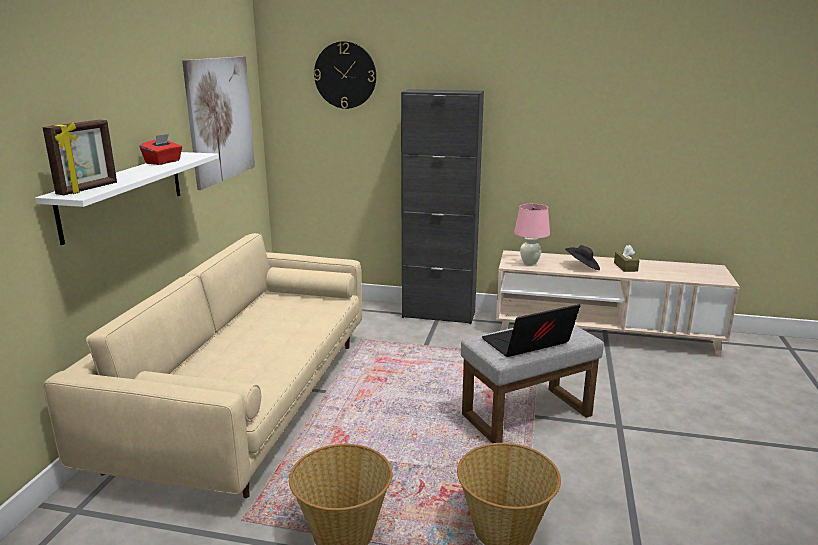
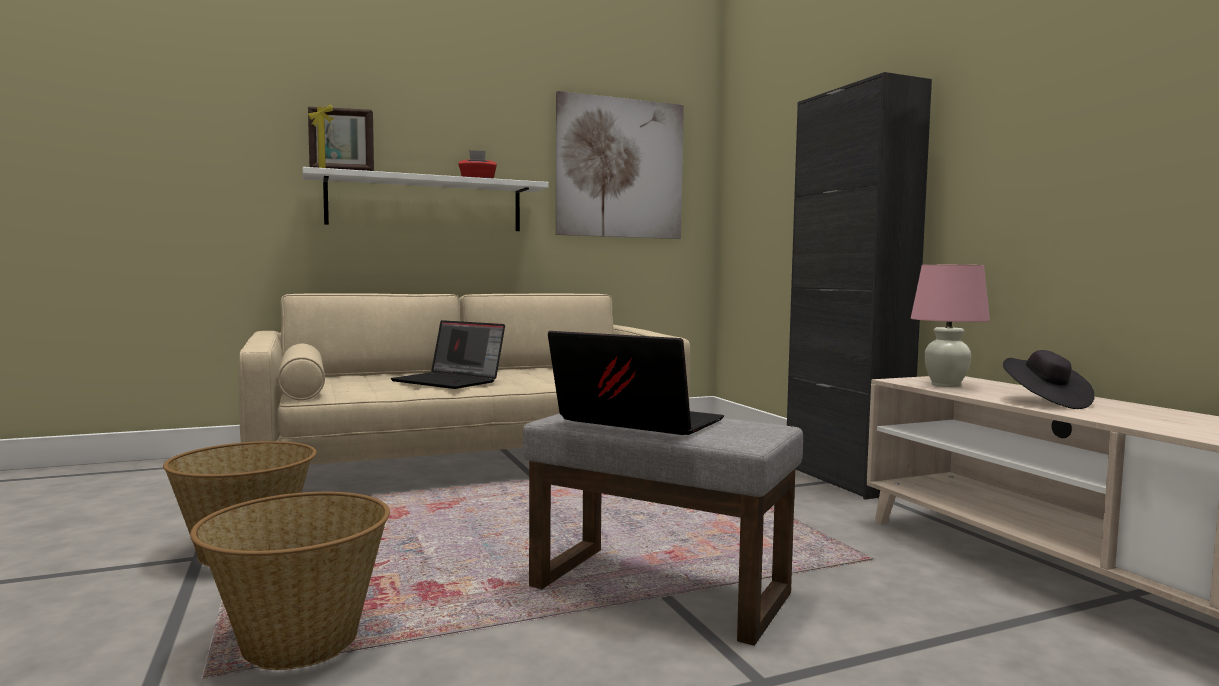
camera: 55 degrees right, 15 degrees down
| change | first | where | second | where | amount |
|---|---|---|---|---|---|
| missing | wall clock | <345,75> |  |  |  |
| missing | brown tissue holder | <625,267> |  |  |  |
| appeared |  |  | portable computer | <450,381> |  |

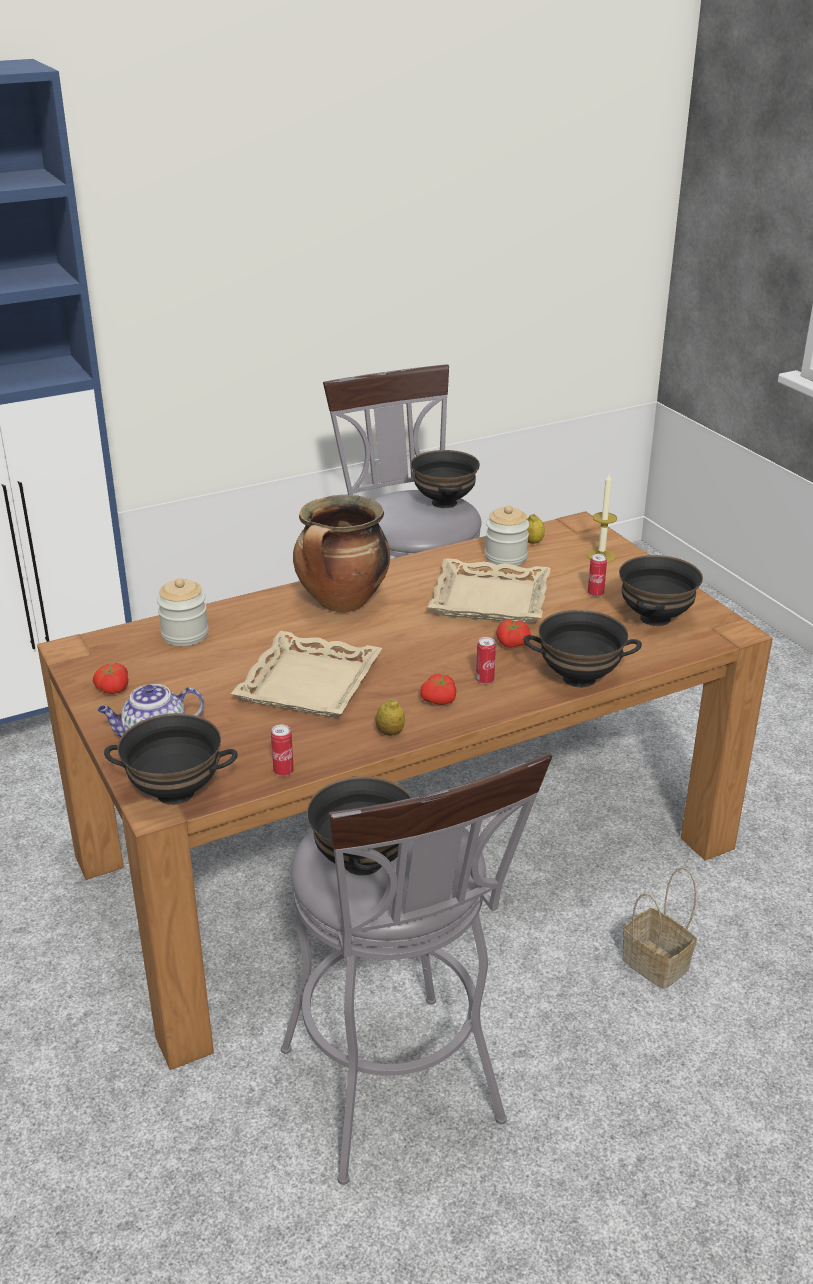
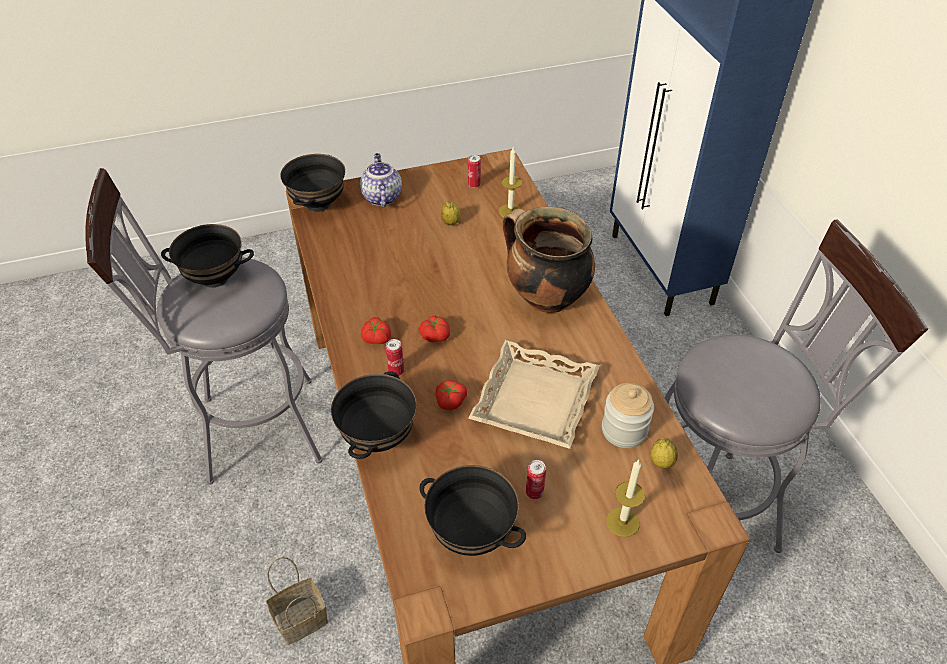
camera: 100 degrees right, 15 degrees up
| change | first | where | second | where | amount |
|---|---|---|---|---|---|
| relocated | tomato | <112,689> |  | <435,335> |  |
| exchanged | preserve jar | <185,635> | candle | <510,211> |  |
| missing | beige-coloured tray | <310,684> |  |  |  |
| relocated | sealed can | <283,771> |  | <474,185> |  |
| relocated | citrus fruit | <390,732> |  | <450,222> |  |
| missing | black-coloured bowl | <445,503> |  |  |  |

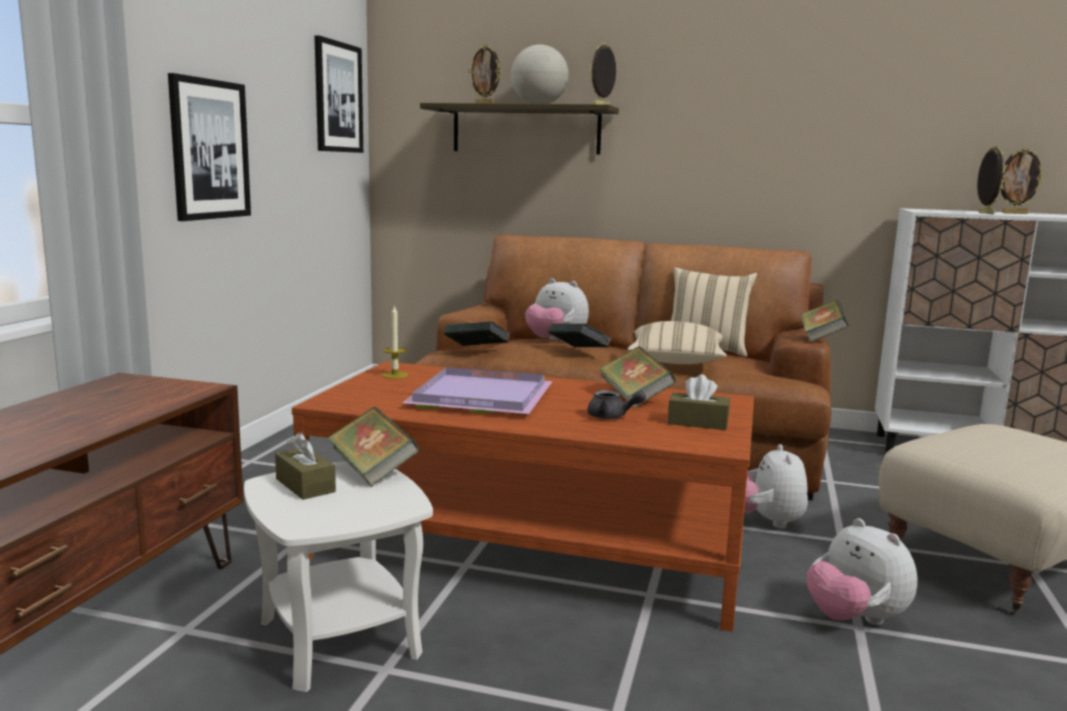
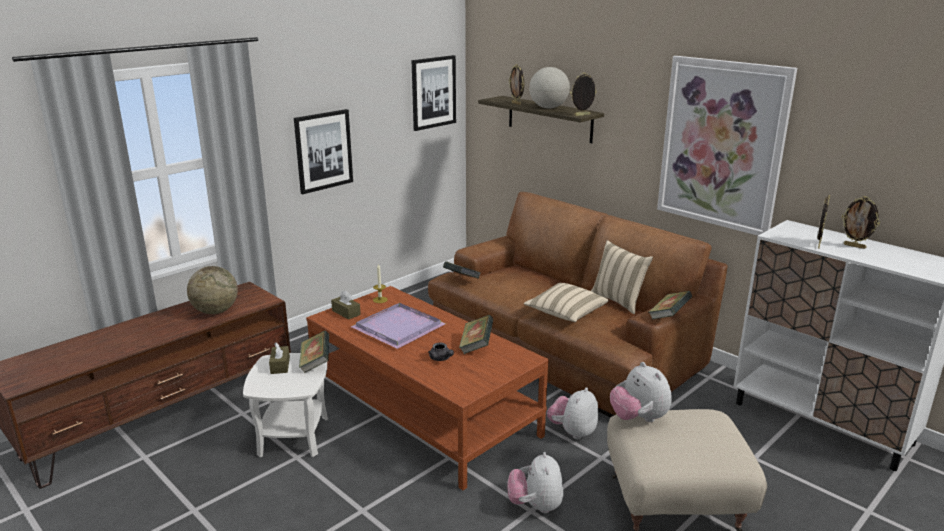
camera: 30 degrees right, 10 degrees up
| change | first | where | second | where | amount |
|---|---|---|---|---|---|
| relocated | plush toy | <555,341> |  | <638,418> |  |
| missing | volume | <578,353> |  |  |  |
| relocated | brown tissue holder | <698,422> |  | <346,312> |  |
| appeared |  |  | world globe | <215,311> |  |
| appeared |  |  | picture | <722,144> |  |

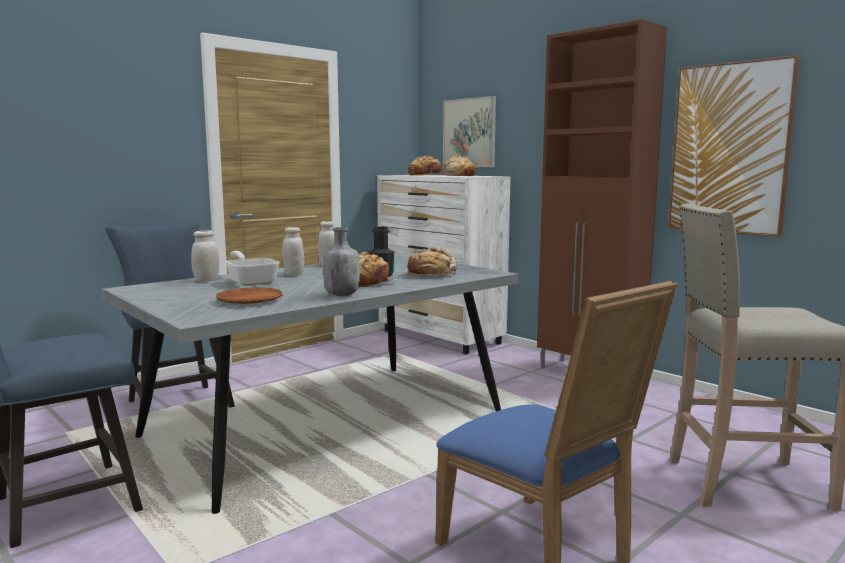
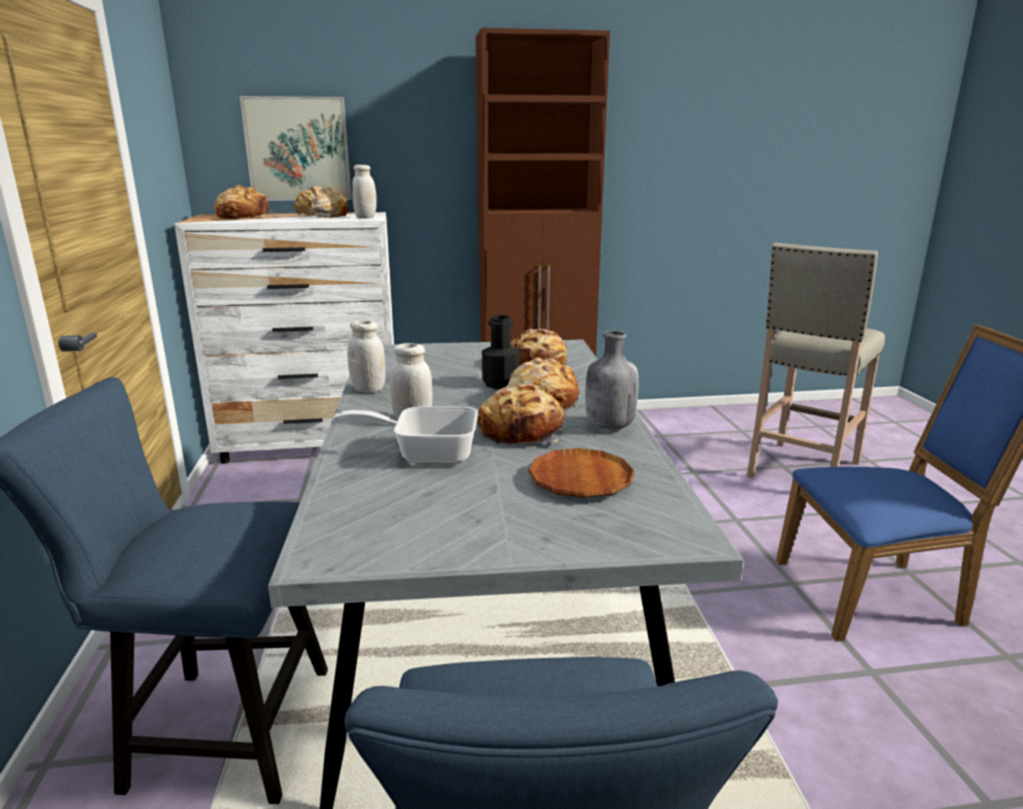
camera: 55 degrees left, 10 degrees up
| change | first | where | second | where | amount |
|---|---|---|---|---|---|
| relocated | white preserve jar | <206,280> |  | <365,217> |  |
| missing | picture | <730,149> |  |  |  |
| appeared |  |  | bread | <522,431> |  |

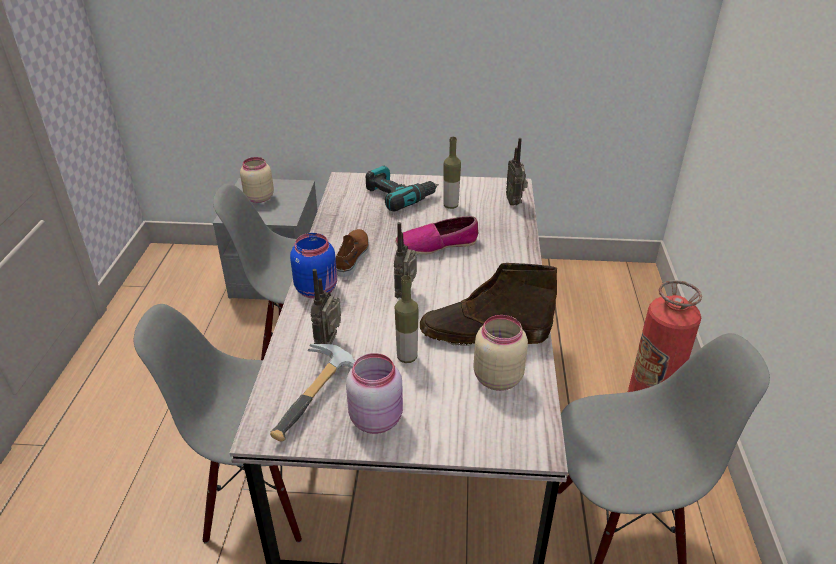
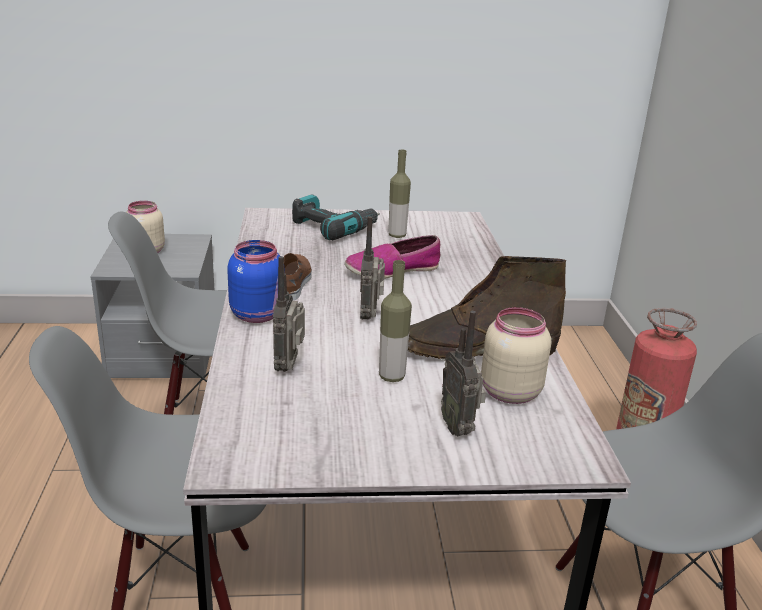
camera: 10 degrees left, 10 degrees down
| change | first | where | second | where | amount |
|---|---|---|---|---|---|
| missing | tool hammer | <320,399> |  |  |  |
| missing | pink-coloured preserve jar | <377,418> |  |  |  |
| relocated | radio receiver | <514,202> |  | <459,428> |  |

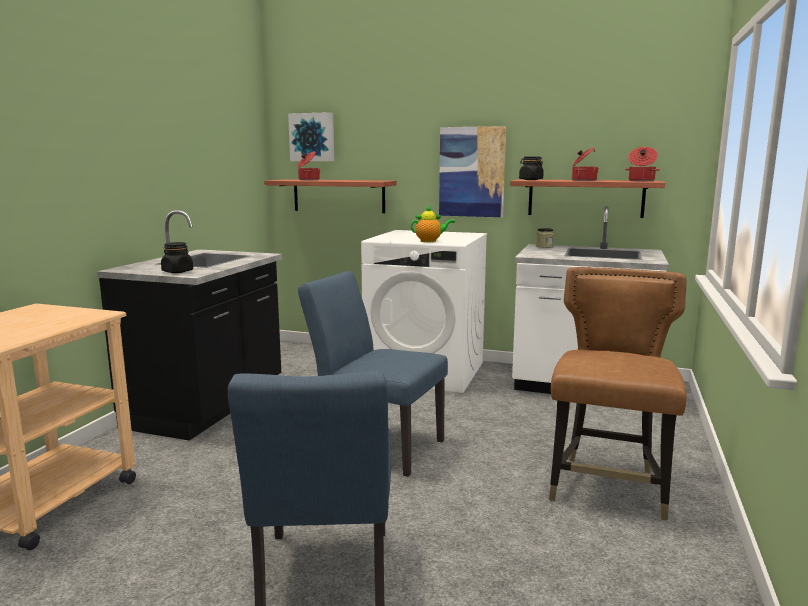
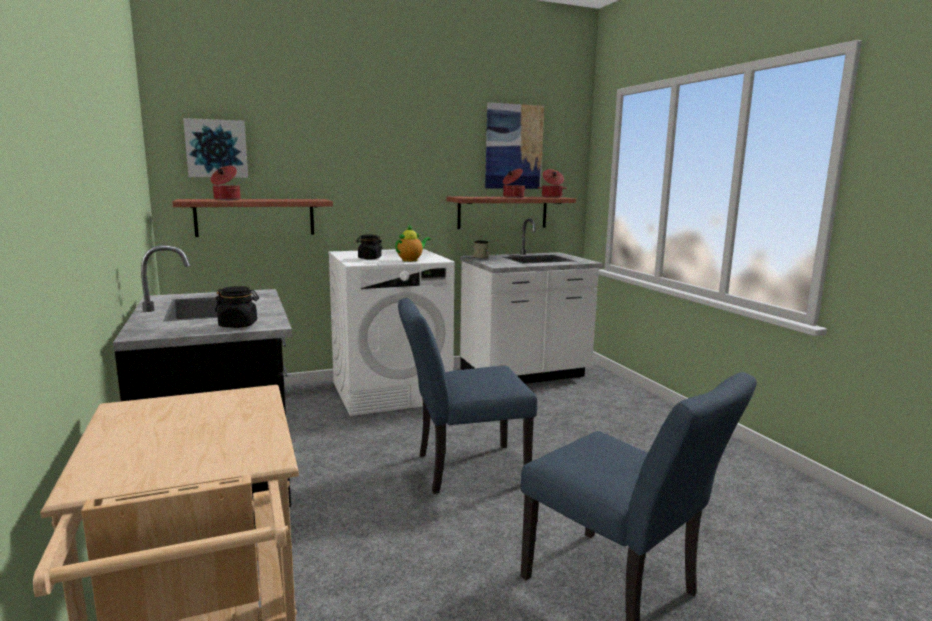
camera: 40 degrees left, 0 degrees up
| change | first | where | second | where | amount |
|---|---|---|---|---|---|
| relocated | picture | <472,172> |  | <514,147> |  |
| relocated | black-coloured preserve jar | <530,180> |  | <369,258> |  |
| missing | brown upright chair | <608,487> |  |  |  |

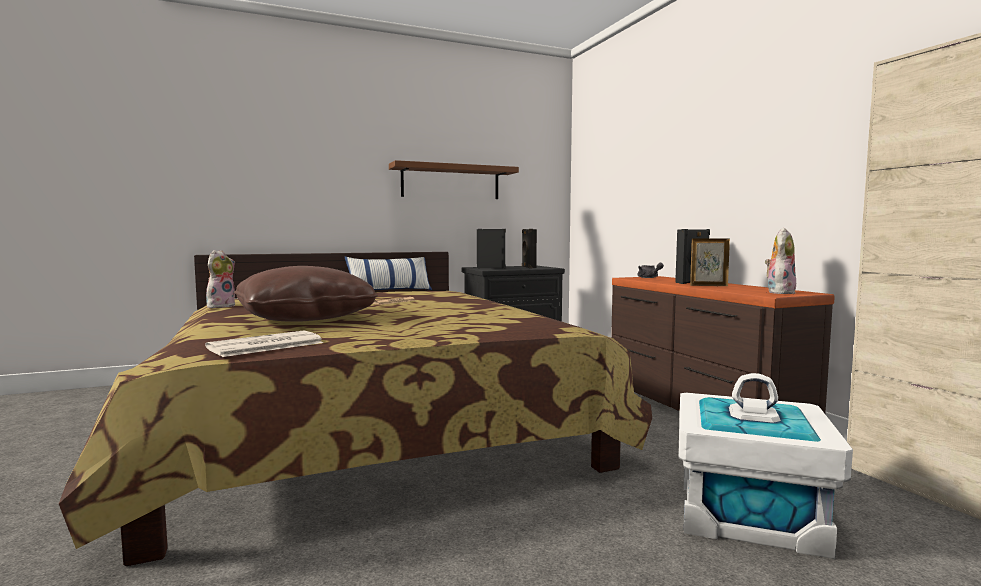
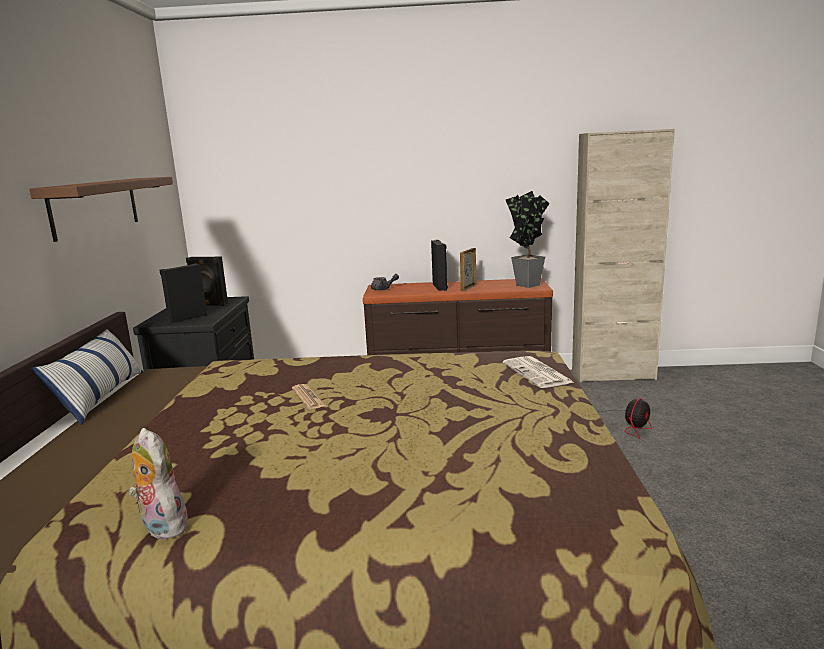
camera: 65 degrees left, 10 degrees up
| change | first | where | second | where | amount |
|---|---|---|---|---|---|
| relocated | newspaper | <264,345> |  | <538,373> |  |
| missing | brown throw pillow | <305,318> |  |  |  |
| exchanged | white storage container | <748,513> | cooling fan | <630,425> |  |
| exchanged | plush toy | <779,292> | potted plant | <526,284> |  |

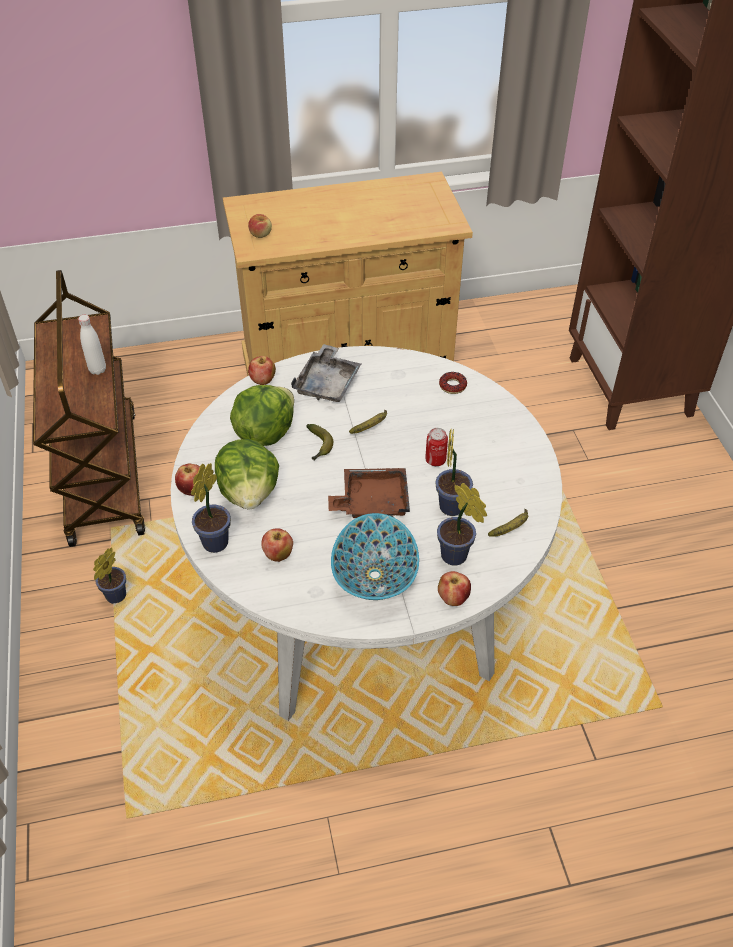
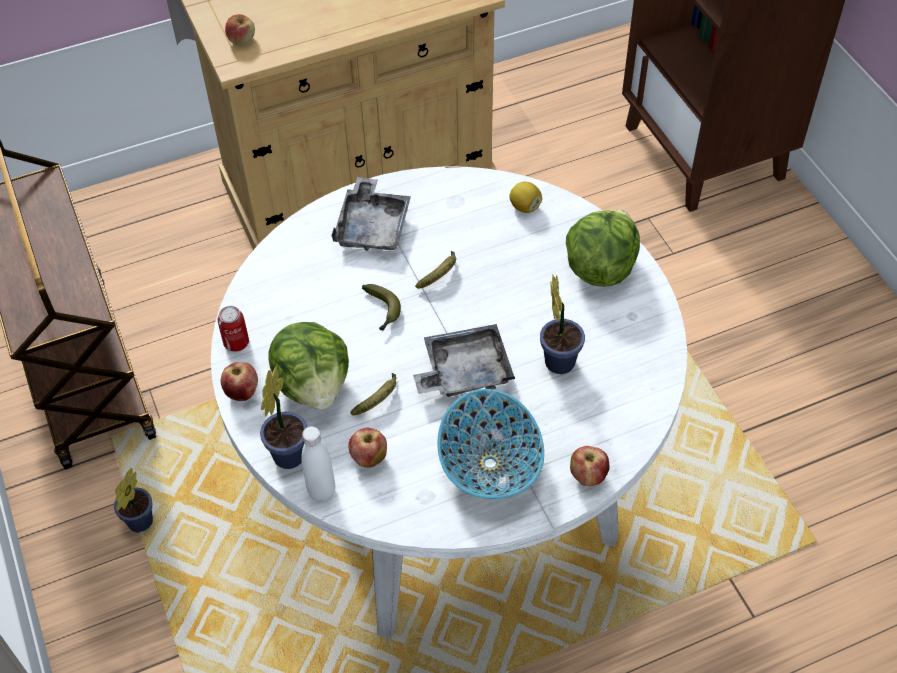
camera: 10 degrees left, 5 degrees up
| change | first | where | second | where | amount |
|---|---|---|---|---|---|
| relocated | white drink bottle | <97,370> |  | <321,491> |  |
| relocated | lettuce | <264,433> |  | <600,268> |  |
| missing | apple | <263,381> |  |  |  |
| colour | brown tray | <372,501> | grey tray | <464,371> |  |
| relocated | sealed can | <435,460> |  | <236,343> |  |
| missing | potted plant | <456,557> |  |  |  |
| exchanged | donut | <452,386> | citrus fruit | <525,207> |  |
| relocated | banana | <511,528> |  | <378,400> |  |

